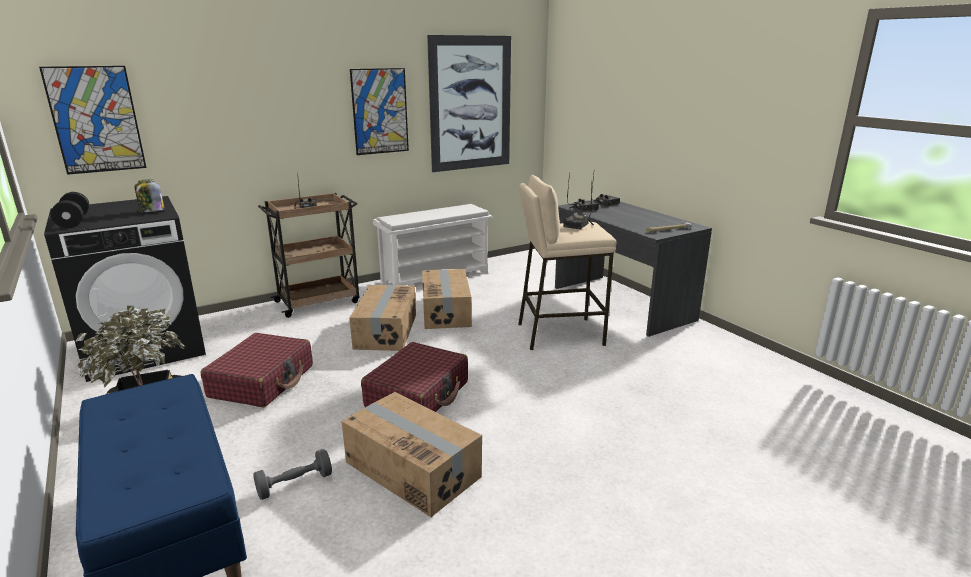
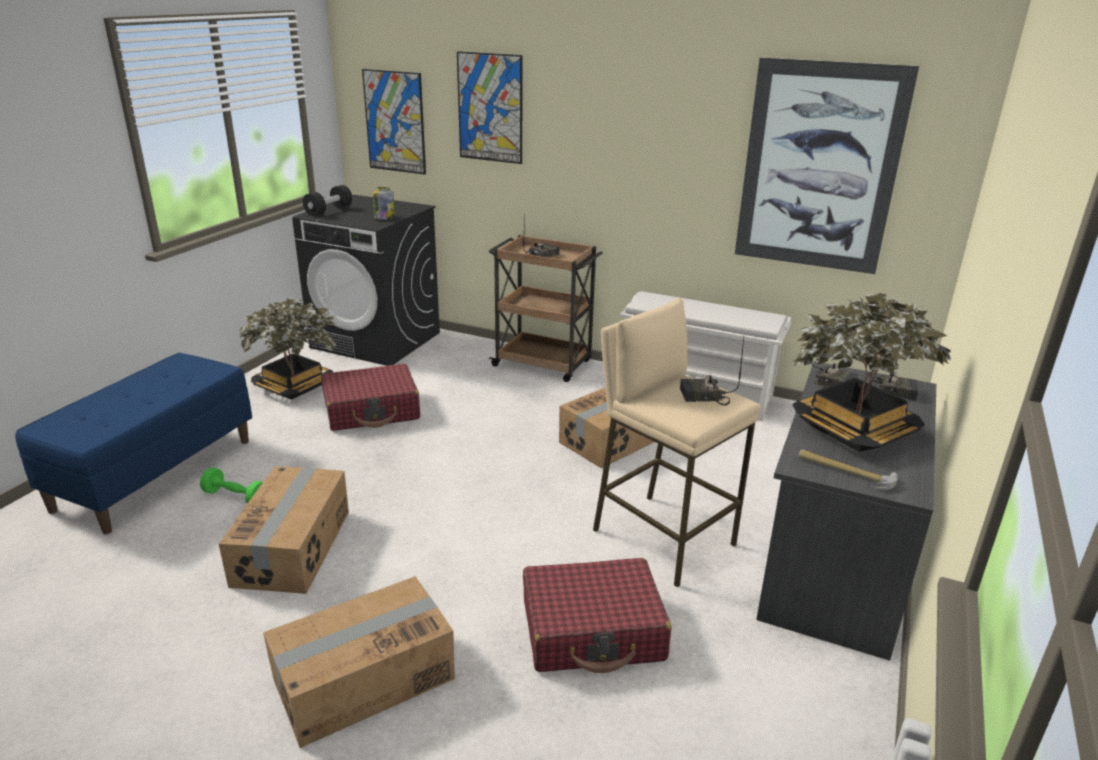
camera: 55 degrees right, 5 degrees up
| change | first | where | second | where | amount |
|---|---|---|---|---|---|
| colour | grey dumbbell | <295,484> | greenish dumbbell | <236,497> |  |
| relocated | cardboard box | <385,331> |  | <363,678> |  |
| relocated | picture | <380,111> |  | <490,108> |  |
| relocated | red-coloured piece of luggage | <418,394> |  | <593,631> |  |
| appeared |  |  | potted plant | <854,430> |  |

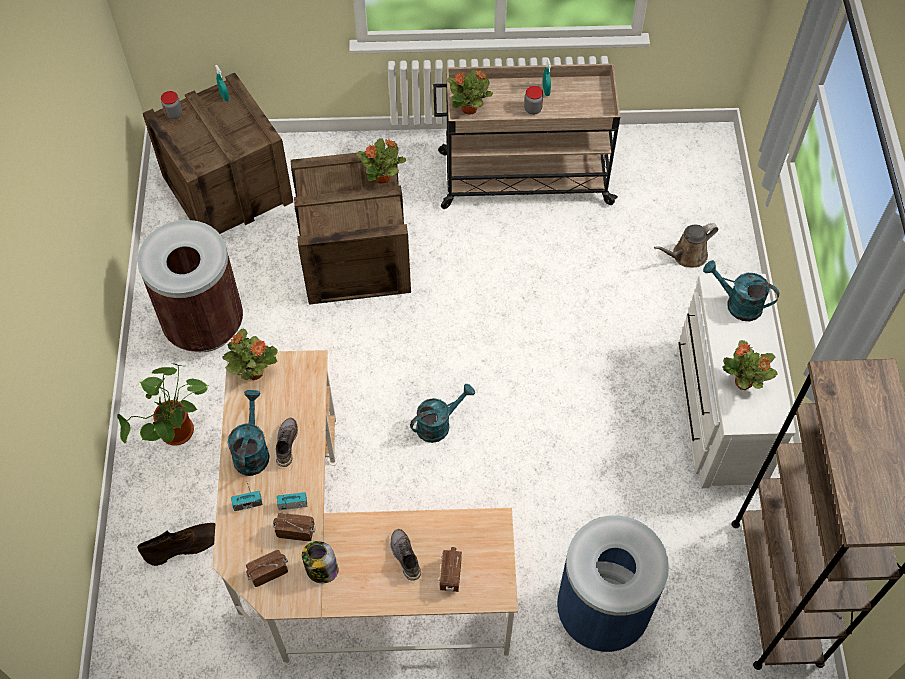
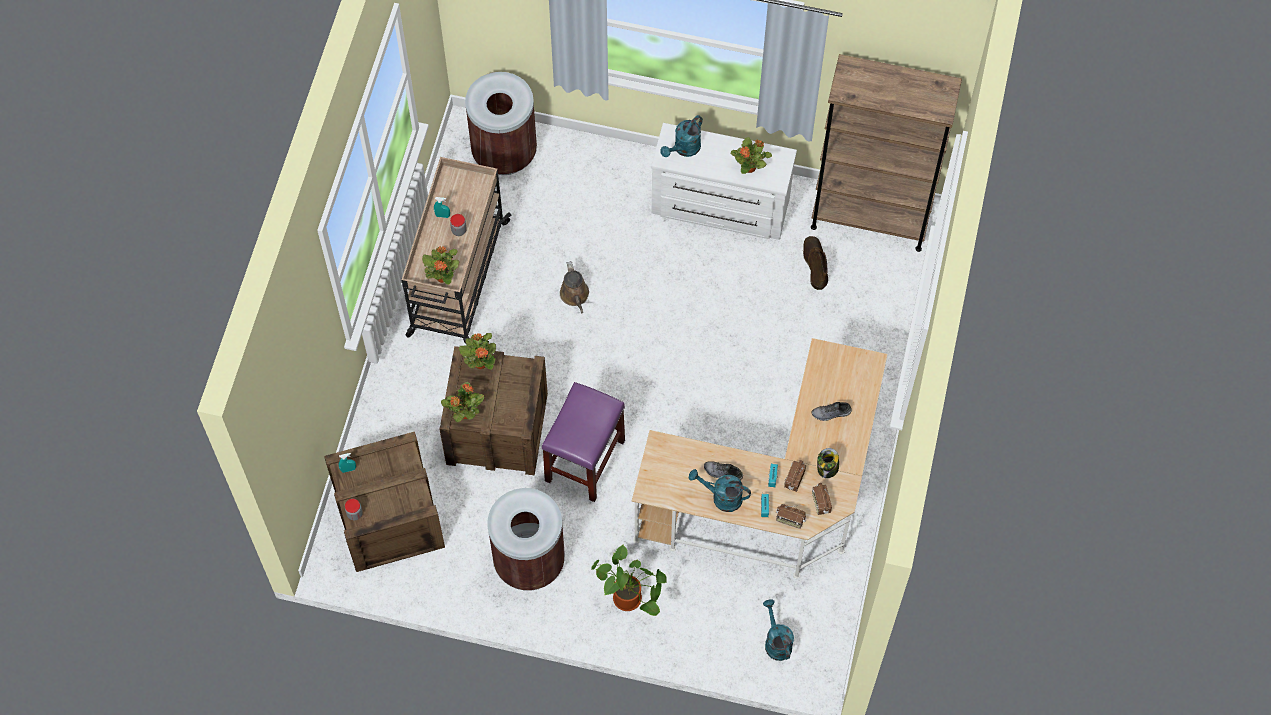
camera: 75 degrees left, 5 degrees up
| change | first | where | second | where | amount |
|---|---|---|---|---|---|
| relocated | brown boot | <184,545> |  | <815,264> |  |
| relocated | potted plant | <254,372> |  | <464,413> |  |
| relocated | turquoise-coloured watering can | <438,424> |  | <776,641> |  |
| relocated | radio receiver | <450,575> |  | <790,520> |  |
| missing | blue waste bin | <602,611> |  |  |  |
| relocated | brown watering can | <686,256> |  | <575,296> |  |
| appeared |  |  | brown waste bin | <504,153> |  |
| appeared |  |  | purple stool seat | <585,460> |  |

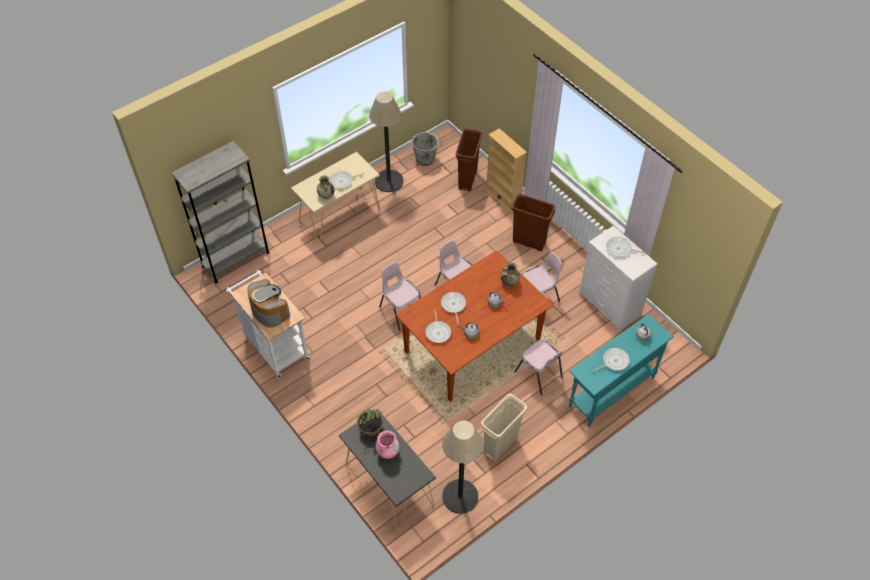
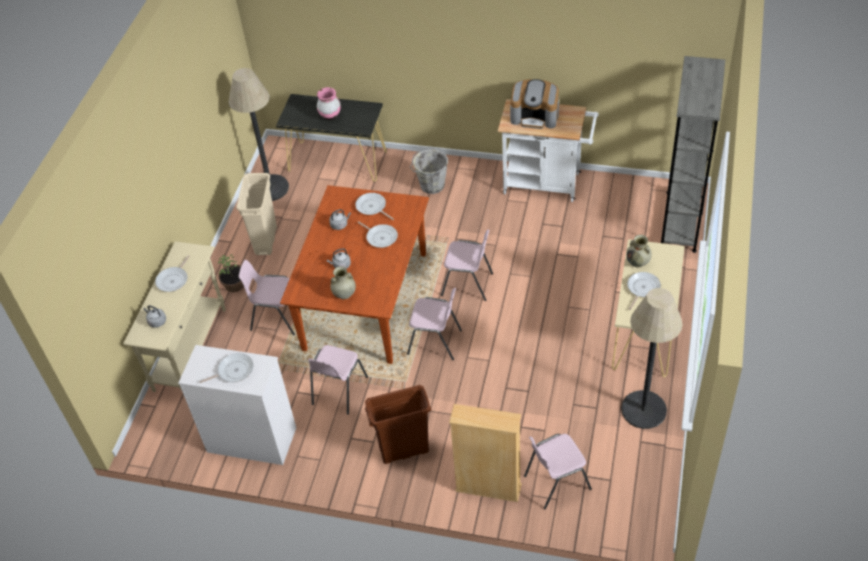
camera: 145 degrees right, 5 degrees down
| change | first | where | second | where | amount |
|---|---|---|---|---|---|
| relocated | potted plant | <370,428> |  | <235,284> |  |
| relocated | grey water bucket | <426,159> |  | <431,186> |  |
| exchanged | brown waste bin | <467,180> | pink-coloured upright chair | <556,482> |  |
| colour | turquoise-coloured hall table | <611,392> | beige-coloured hall table | <190,349> |  |

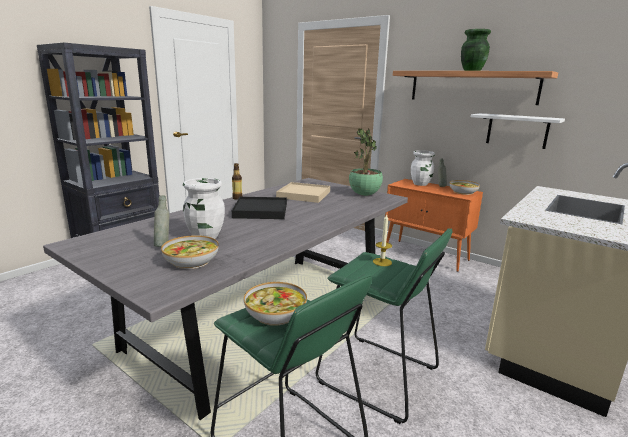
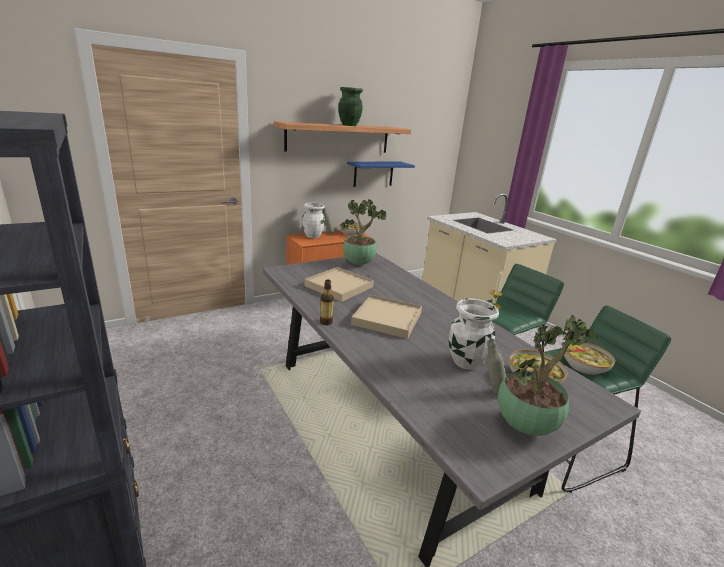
camera: 70 degrees left, 5 degrees up
| change | first | where | second | where | amount |
|---|---|---|---|---|---|
| colour | black-coloured tray | <261,211> | beige-coloured tray | <387,318> |  |
| colour | white bracket shelf | <517,130> | blue bracket shelf | <373,174> |  |
| appeared |  |  | potted plant | <526,425> |  |

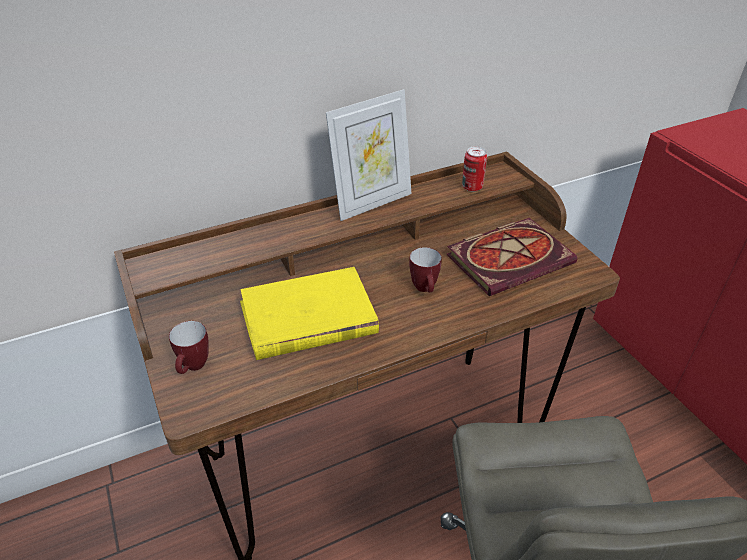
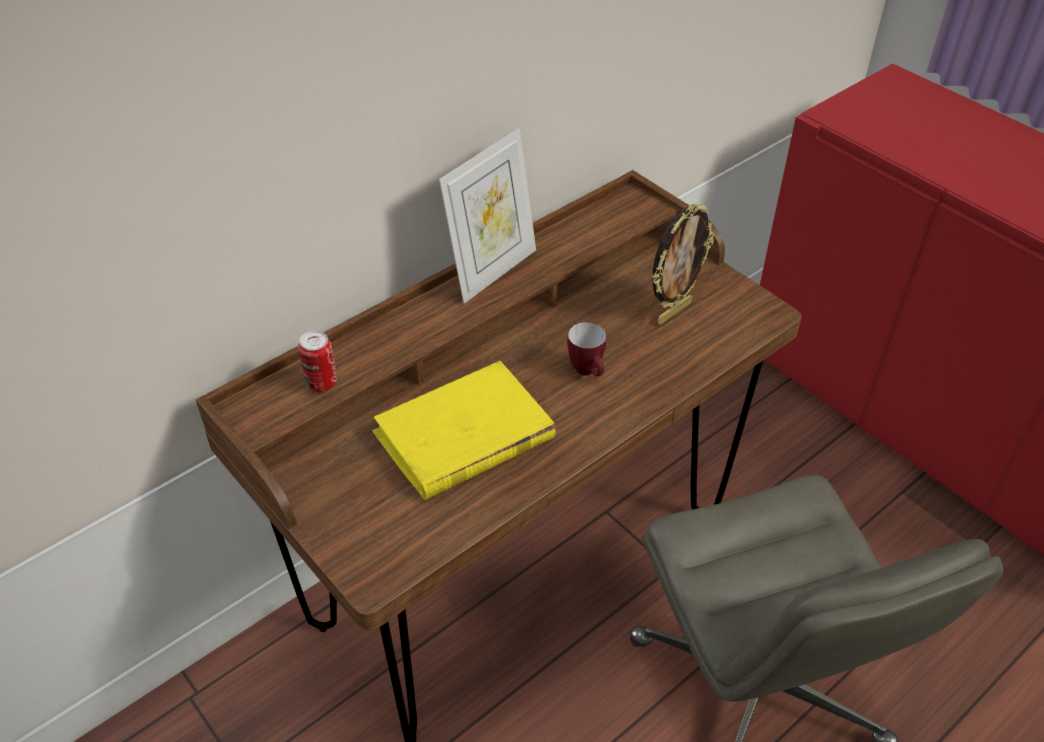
camera: 15 degrees left, 5 degrees up
| change | first | where | second | where | amount |
|---|---|---|---|---|---|
| missing | tea mug | <194,368> |  |  |  |
| exchanged | volume | <510,258> | standing frame | <673,312> |  |
| relocated | sealed can | <472,187> |  | <322,383> |  |

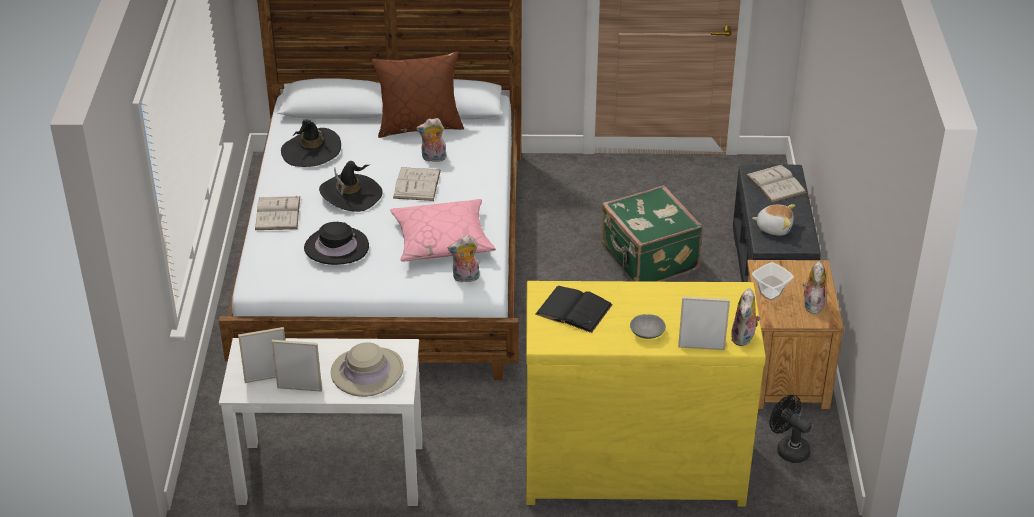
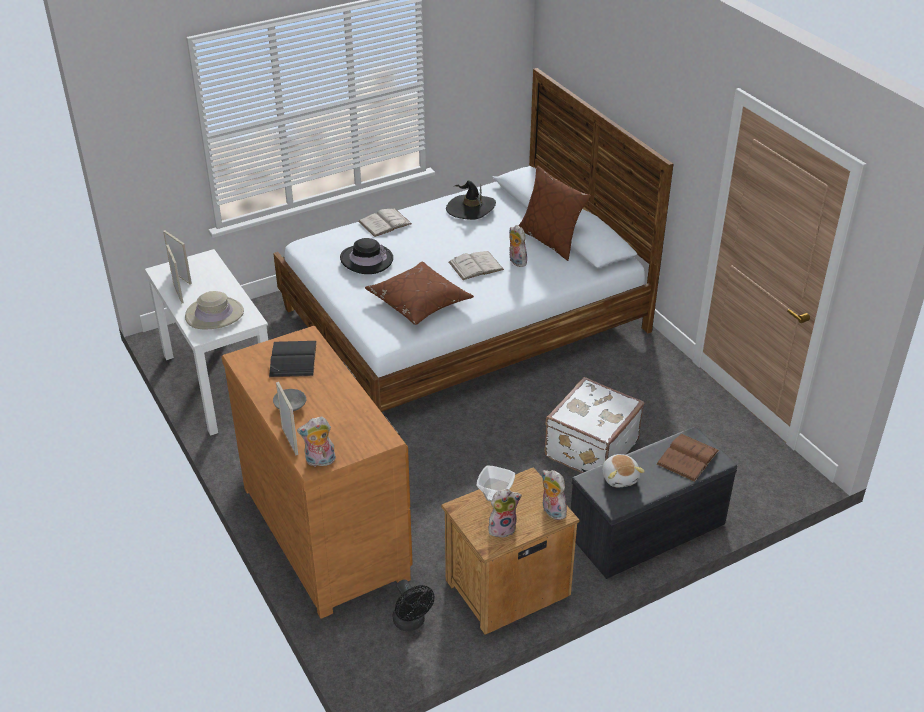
camera: 60 degrees right, 0 degrees up
| change | first | where | second | where | amount |
|---|---|---|---|---|---|
| missing | black-coloured hat | <351,194> |  |  |  |
| colour | pink-coloured throw pillow | <442,240> | brown throw pillow | <419,302> |  |
| relocated | plush toy | <465,278> |  | <551,511> |  |
| colour | yellow-coloured dresser | <632,463> | brown dresser | <327,530> |  |
| colour | greenish piece of luggage | <648,259> | white piece of luggage | <589,448> |  |
| colour | white volume | <775,184> | brown volume | <687,457> |  |
| spun | black-coloured cooling fan | <788,449> |  | <411,623> | 135 degrees clockwise |

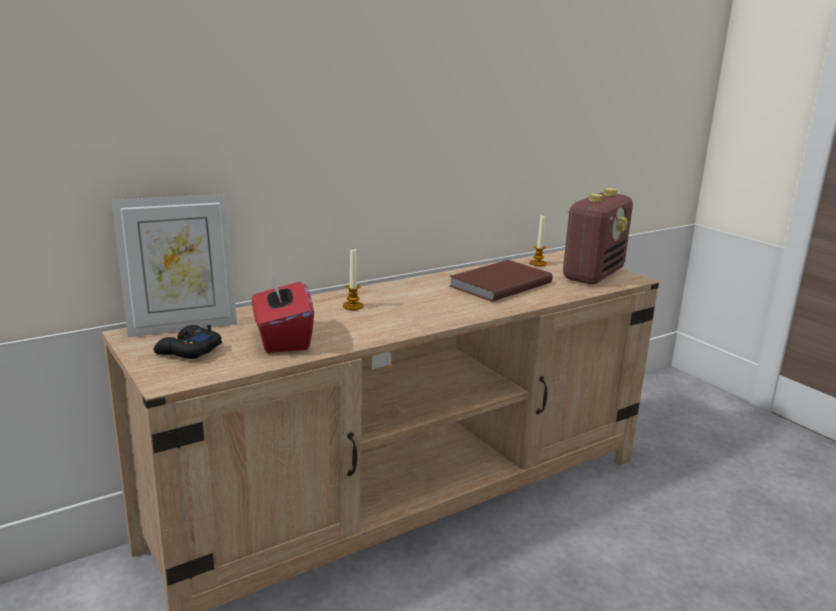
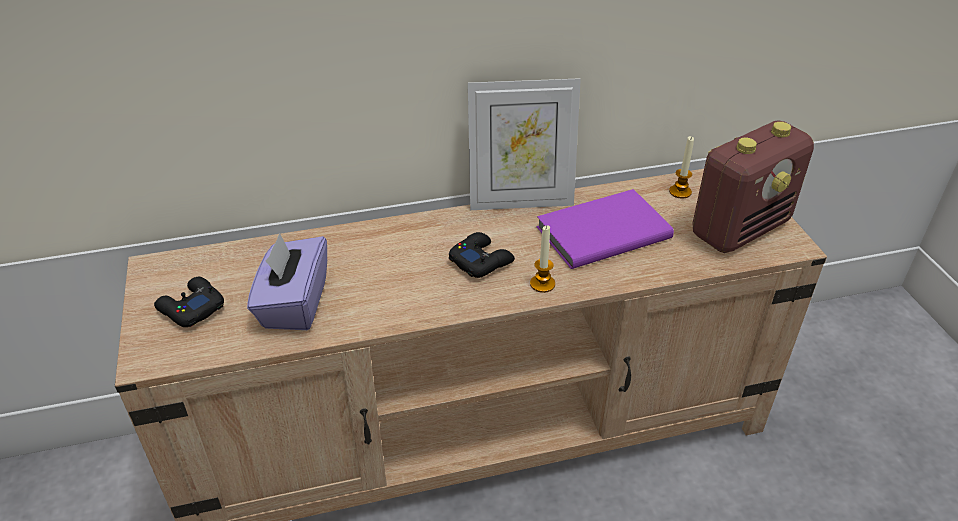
camera: 20 degrees right, 20 degrees up
| change | first | where | second | where | amount |
|---|---|---|---|---|---|
| relocated | standing frame | <182,326> |  | <520,201> |  |
| colour | red-coloured tissue holder | <282,339> | purple tissue holder | <294,304> |  |
| relocated | candle | <353,306> |  | <542,284> |  |
| colour | brown volume | <498,284> | purple volume | <600,231> |  |
| appeared |  |  | black-coloured game controller | <481,261> |  |

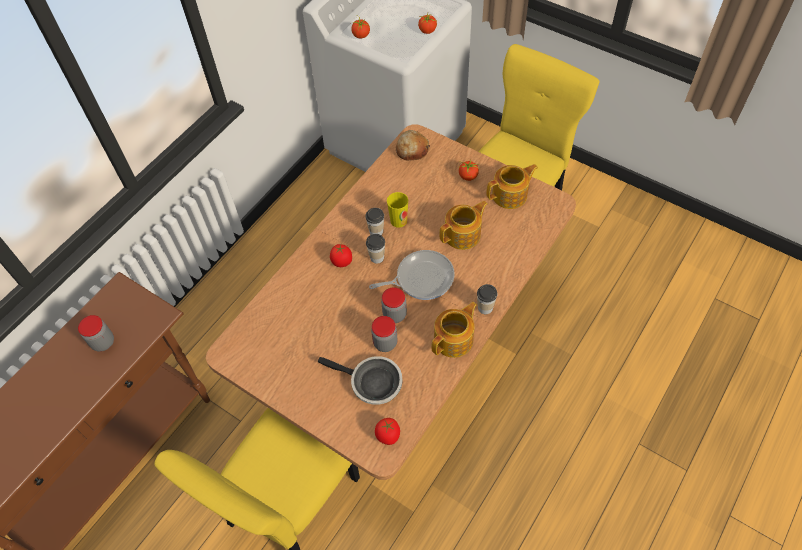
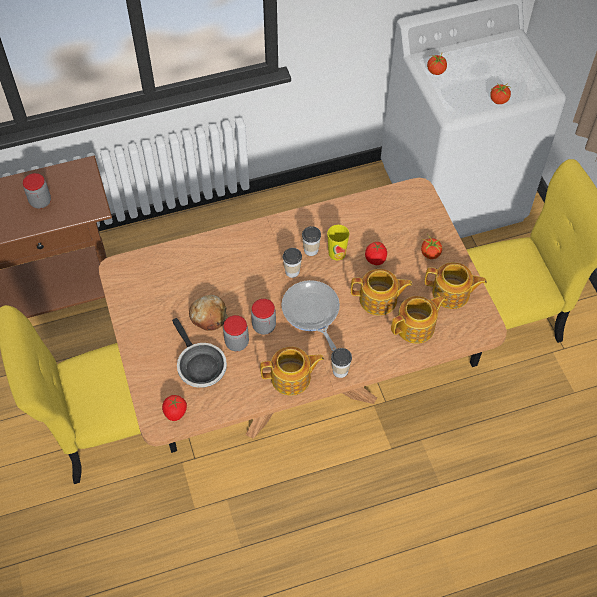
camera: 35 degrees right, 0 degrees up
| change | first | where | second | where | amount |
|---|---|---|---|---|---|
| relocated | tomato | <342,261> |  | <375,260> |  |
| spun | skillet | <421,278> |  | <311,312> | 135 degrees counterclockwise |
| relocated | bread | <412,150> |  | <209,316> |  |
| appeared |  |  | teapot | <416,327> |  |

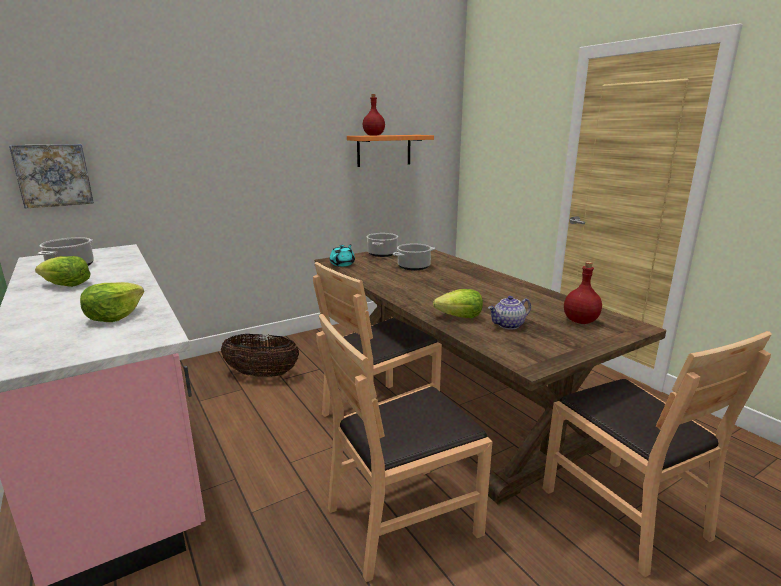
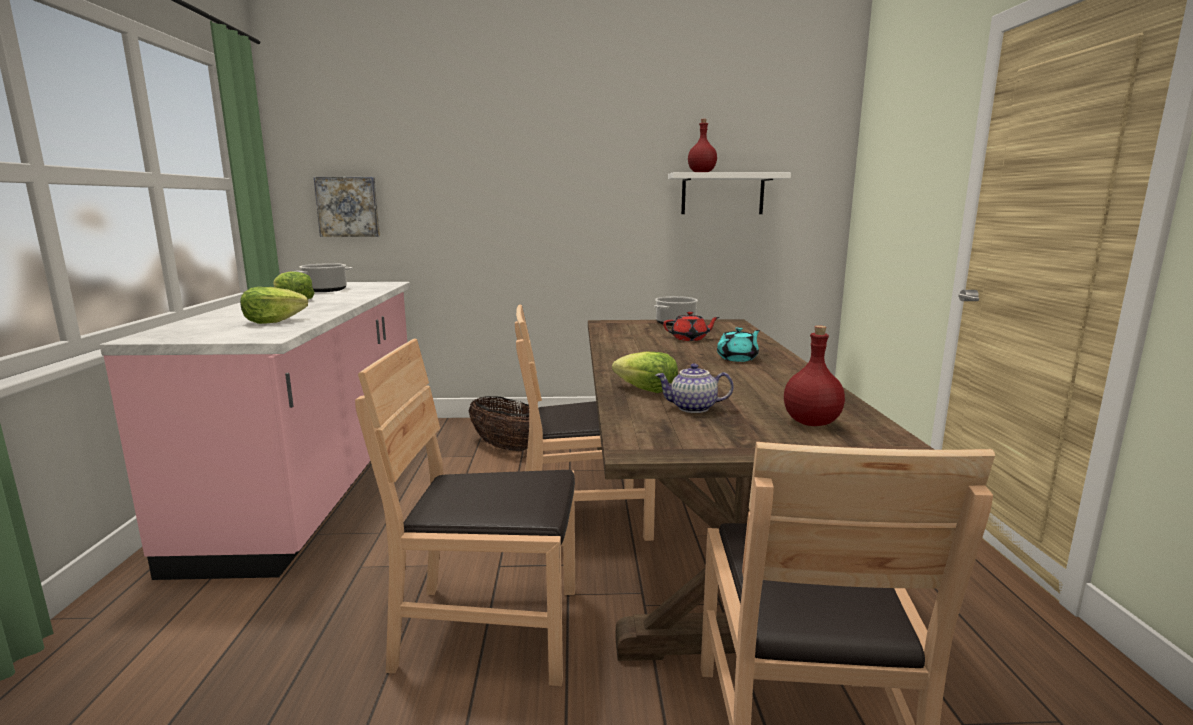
camera: 30 degrees right, 5 degrees down
| change | first | where | second | where | amount |
|---|---|---|---|---|---|
| relocated | turquoise-coloured teapot | <342,264> |  | <738,358> |  |
| colour | orange bracket shelf | <384,150> | white bracket shelf | <722,194> |  |
| exchanged | saucepot | <414,267> | red-coloured teapot | <690,339> |  |

